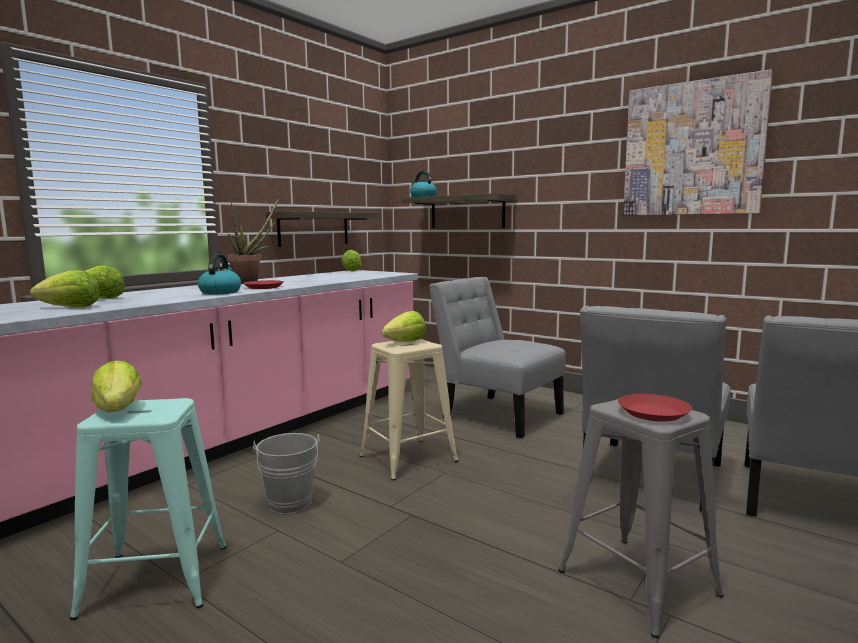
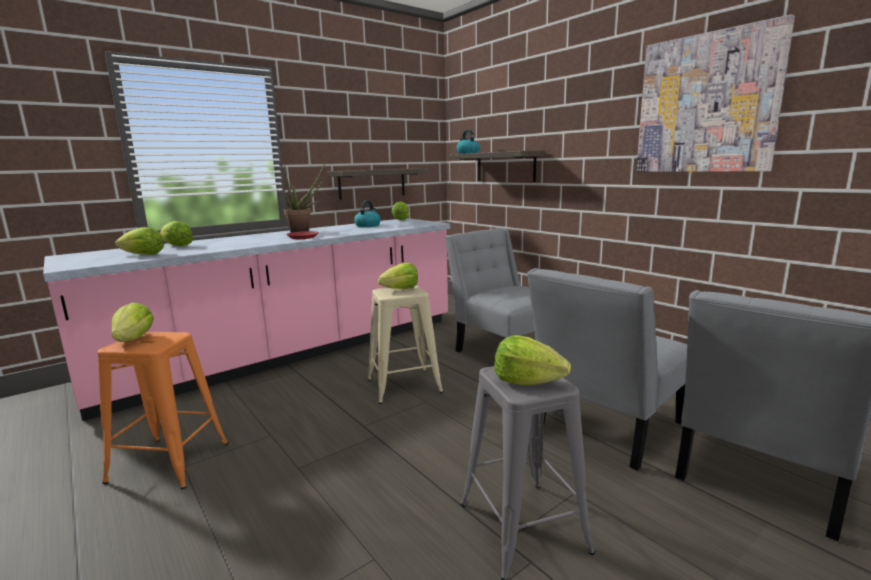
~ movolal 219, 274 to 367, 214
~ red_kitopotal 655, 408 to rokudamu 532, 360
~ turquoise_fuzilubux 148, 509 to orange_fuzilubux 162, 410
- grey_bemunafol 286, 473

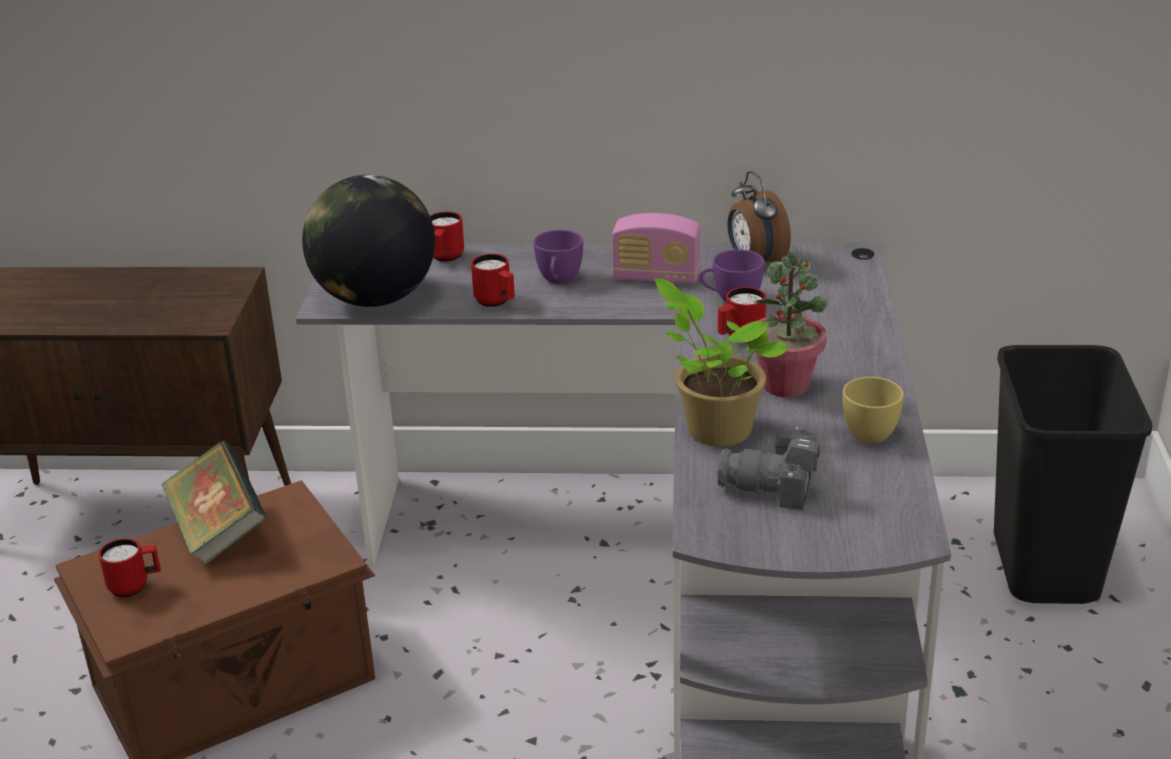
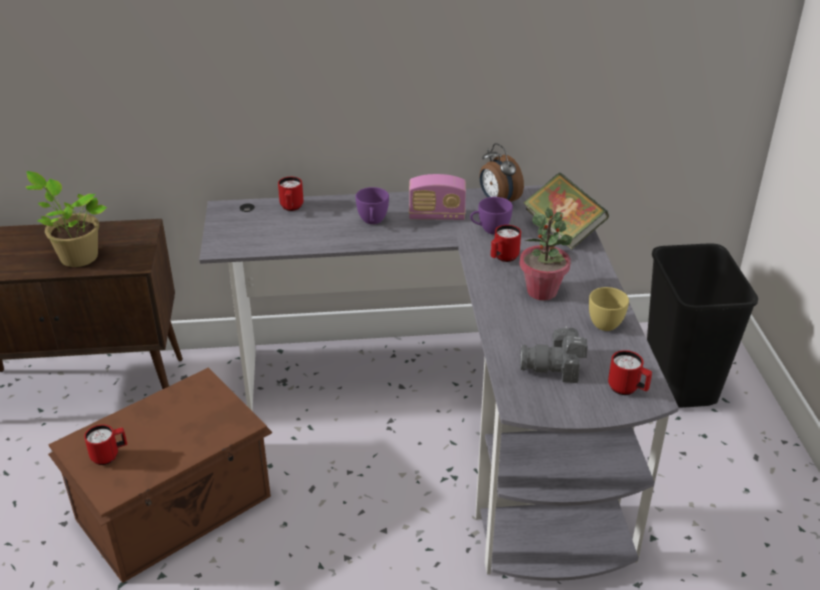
- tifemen 368, 241
~ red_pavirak 493, 280 to 630, 372
~ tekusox 722, 362 to 66, 219
~ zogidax 214, 503 to 566, 211

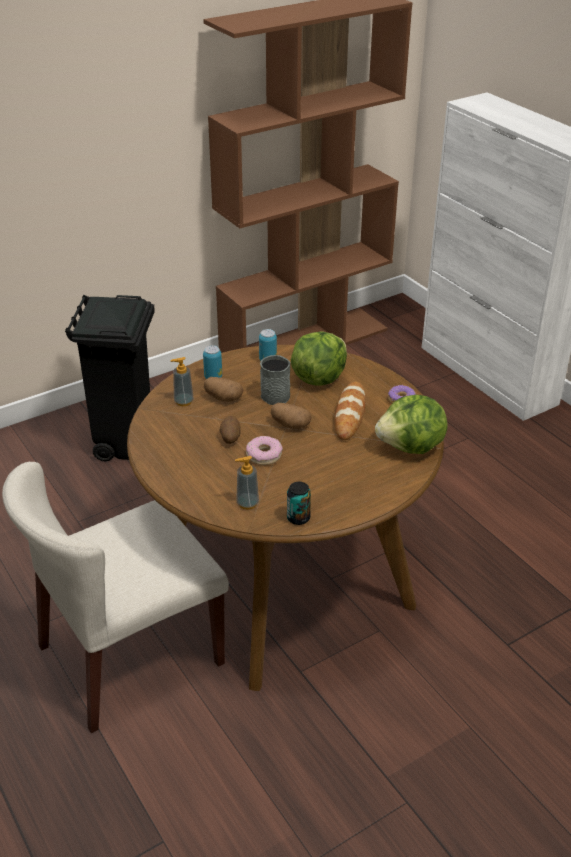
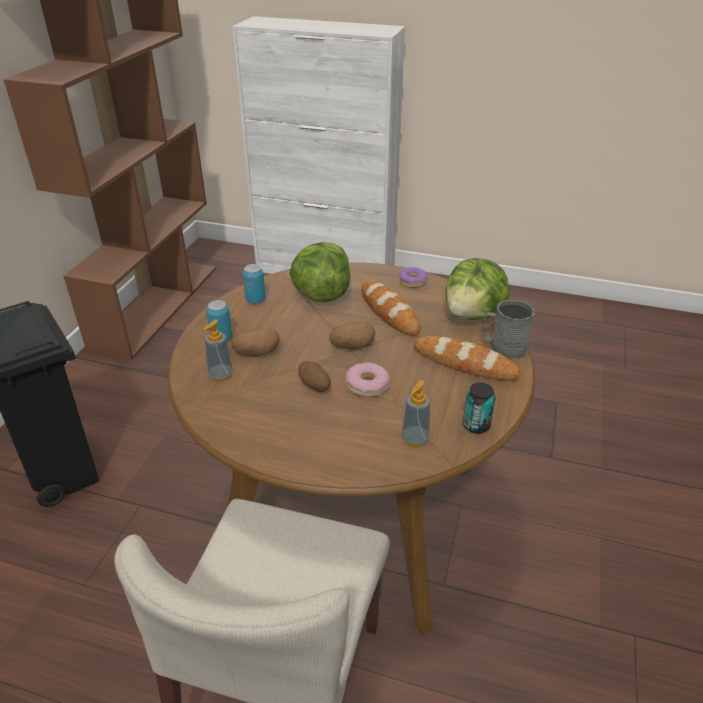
~ grey_pavirak 275, 380 to 508, 329
+ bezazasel 467, 358

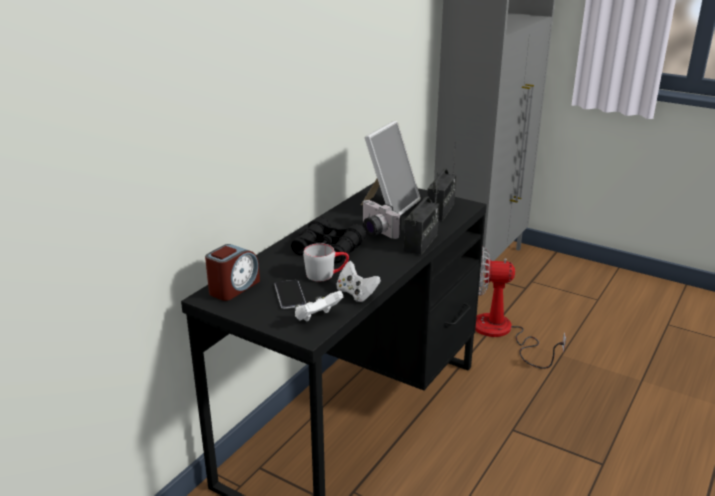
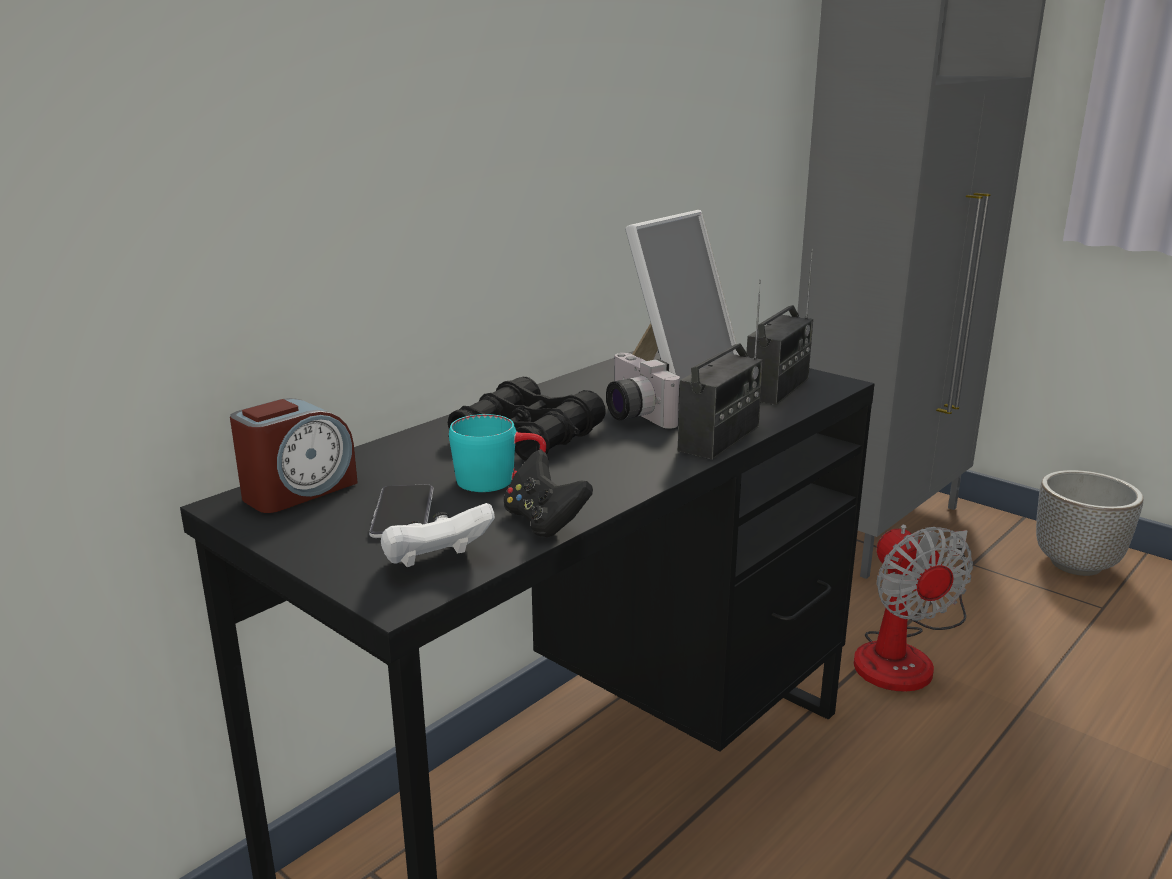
~ grey_pavirak 326, 262 to turquoise_pavirak 497, 453
~ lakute 520, 308 = 913, 608 120 degrees counterclockwise
~ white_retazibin 358, 281 to black_retazibin 548, 493
+ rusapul 1089, 523

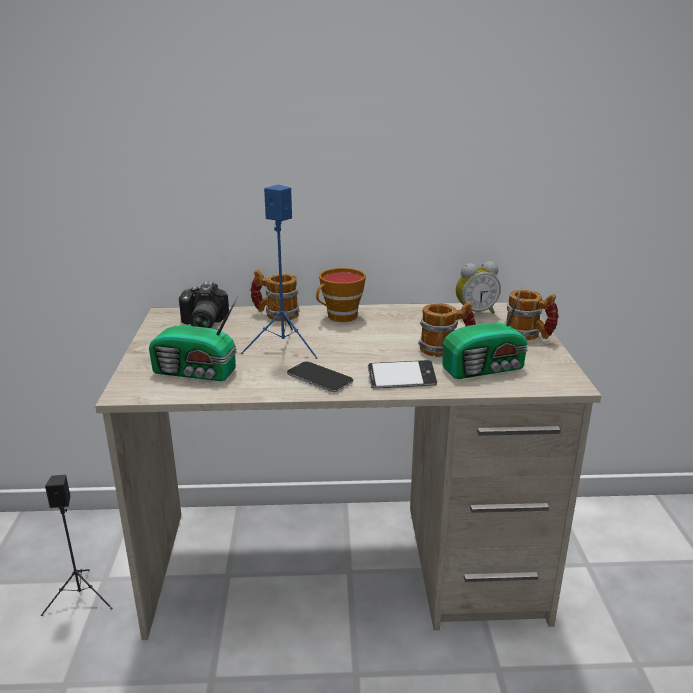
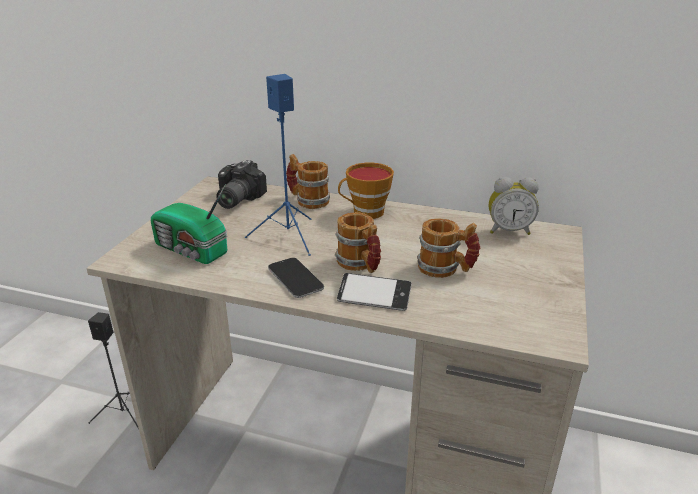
- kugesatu 485, 332
~ pavirak 531, 315 to 358, 242

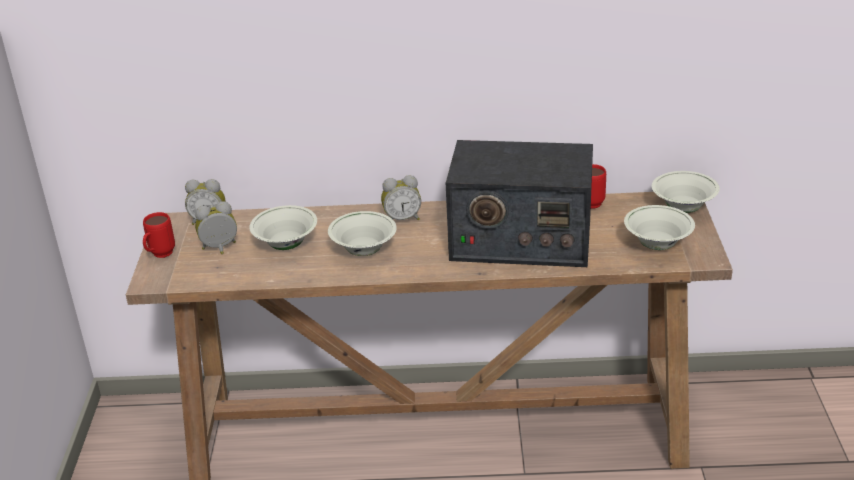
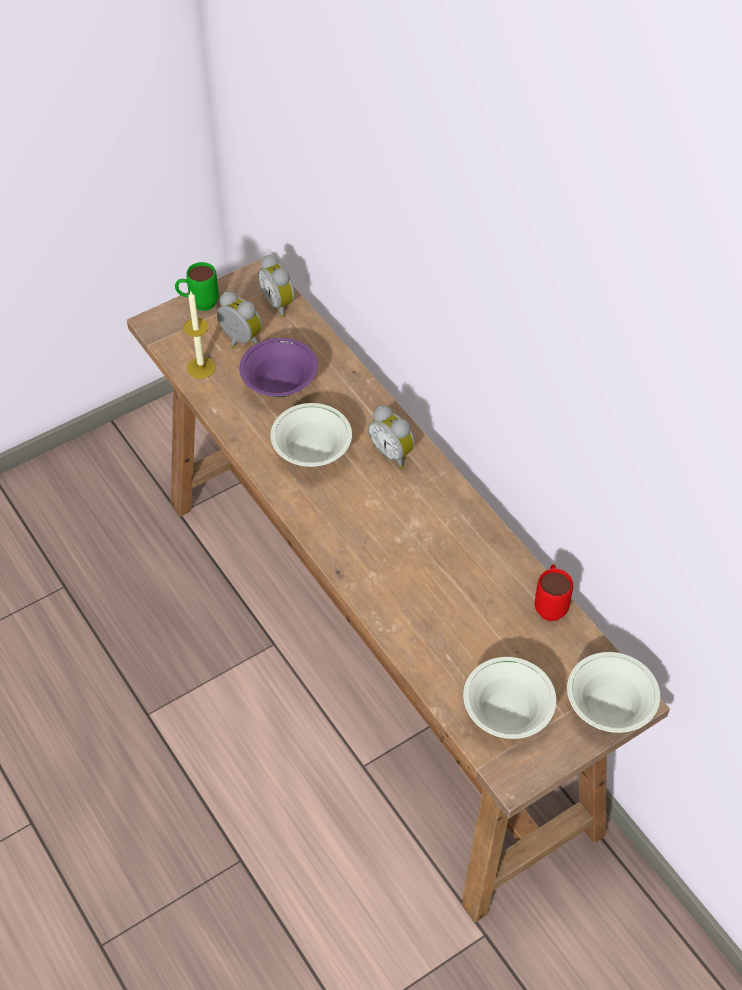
- kugesatu 519, 203
~ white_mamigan 283, 227 to purple_mamigan 278, 367
~ red_pavirak 159, 235 to green_pavirak 197, 286
+ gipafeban 199, 335

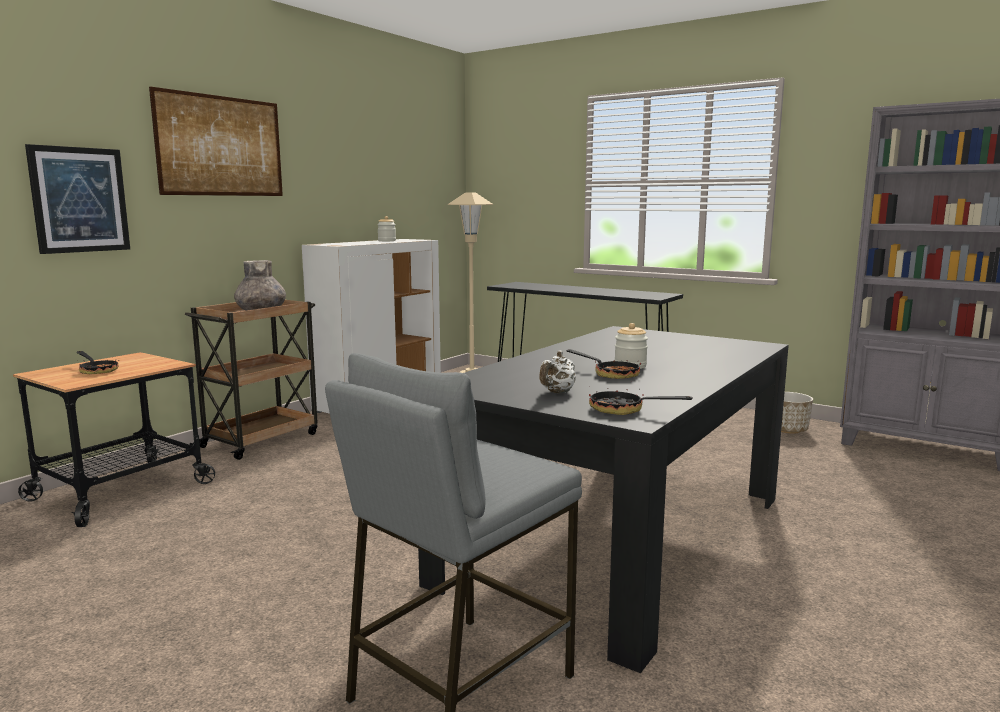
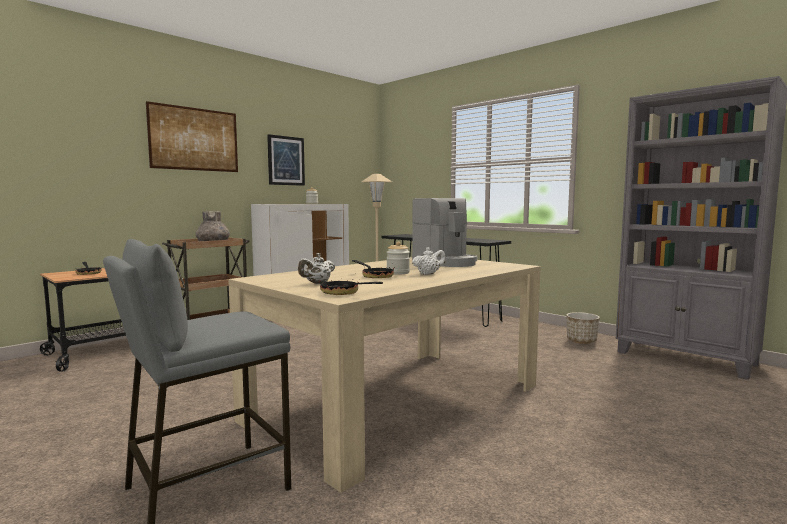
~ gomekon 77, 199 to 286, 160
~ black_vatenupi 603, 499 to beige_vatenupi 384, 375
+ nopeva 444, 232
+ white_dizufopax 429, 261

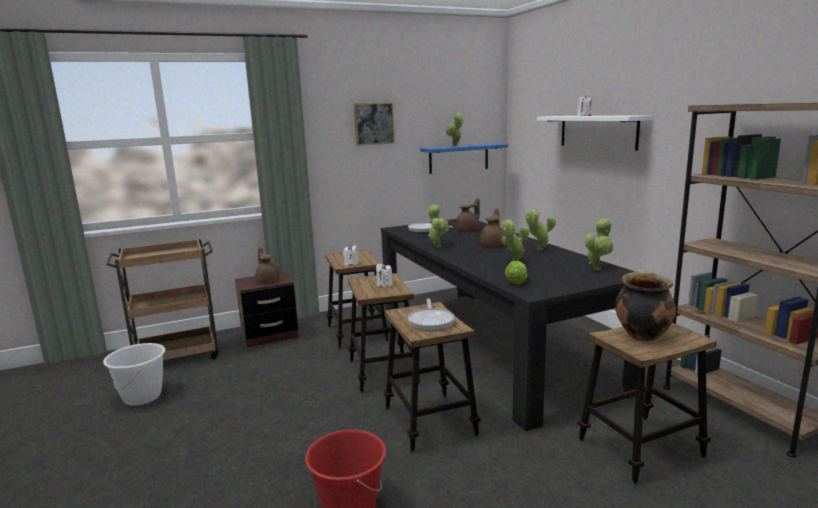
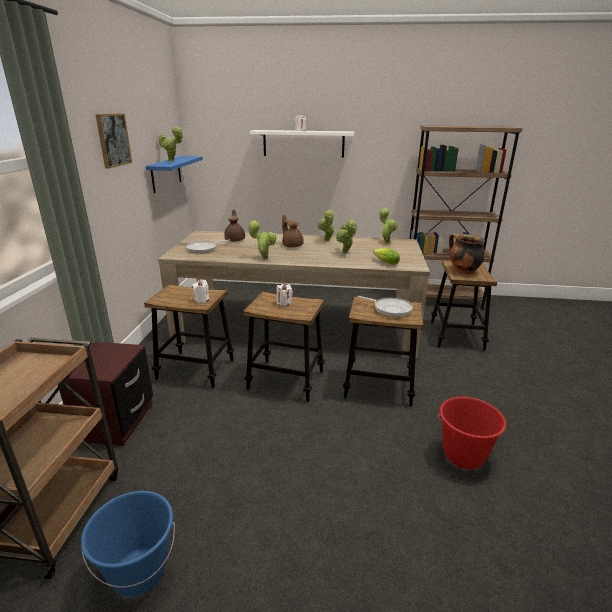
~ black_vatenupi 509, 325 to beige_vatenupi 294, 295
- brown_dizufopax 267, 265
~ white_bemunafol 134, 374 to blue_bemunafol 128, 544

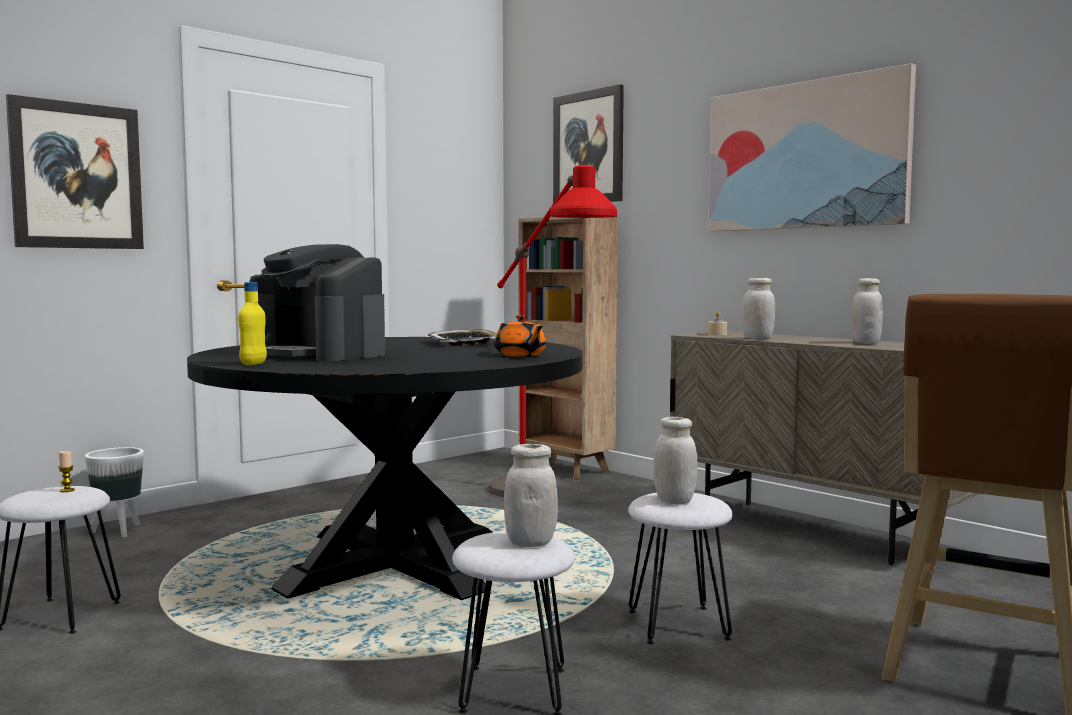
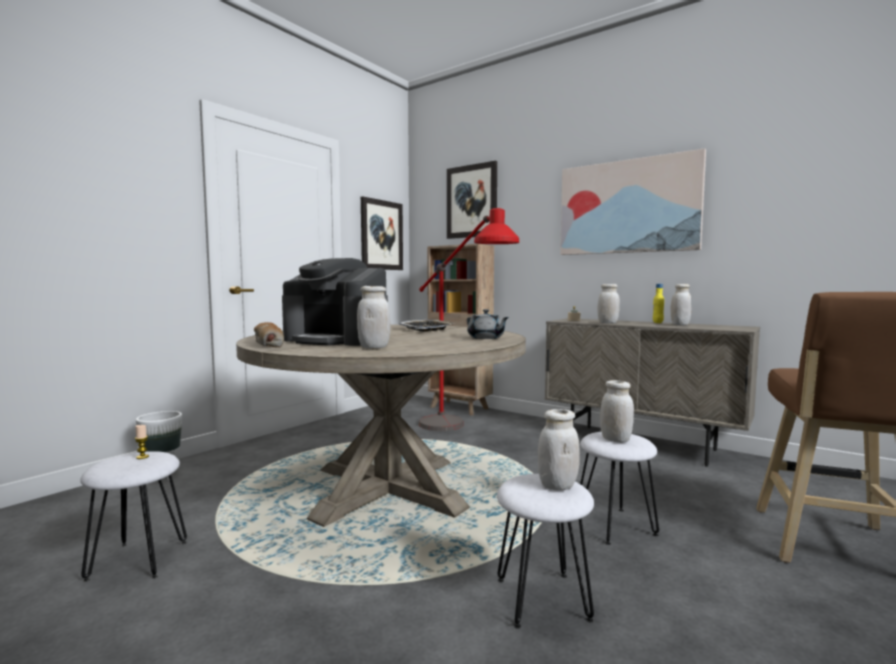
~ gomekon 75, 171 to 382, 233
~ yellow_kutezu 252, 323 to 658, 303
~ orange_dizufopax 520, 336 to grey_dizufopax 488, 324
~ black_vatenupi 384, 468 to beige_vatenupi 381, 426
+ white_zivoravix 373, 317
+ bezazasel 269, 335

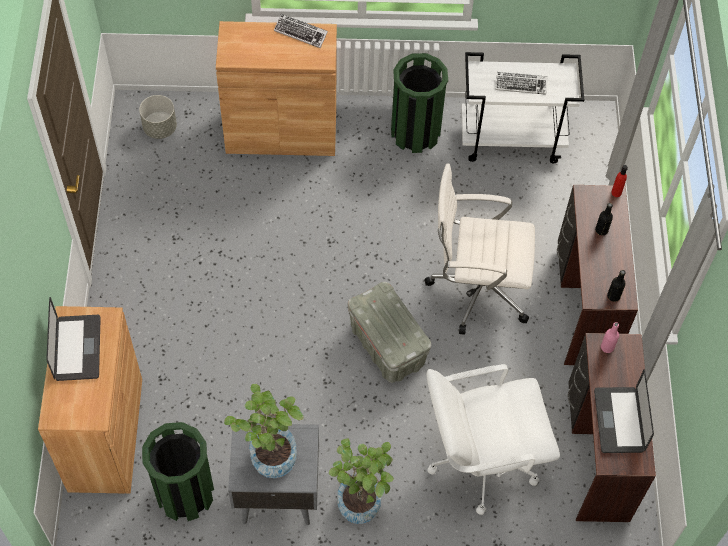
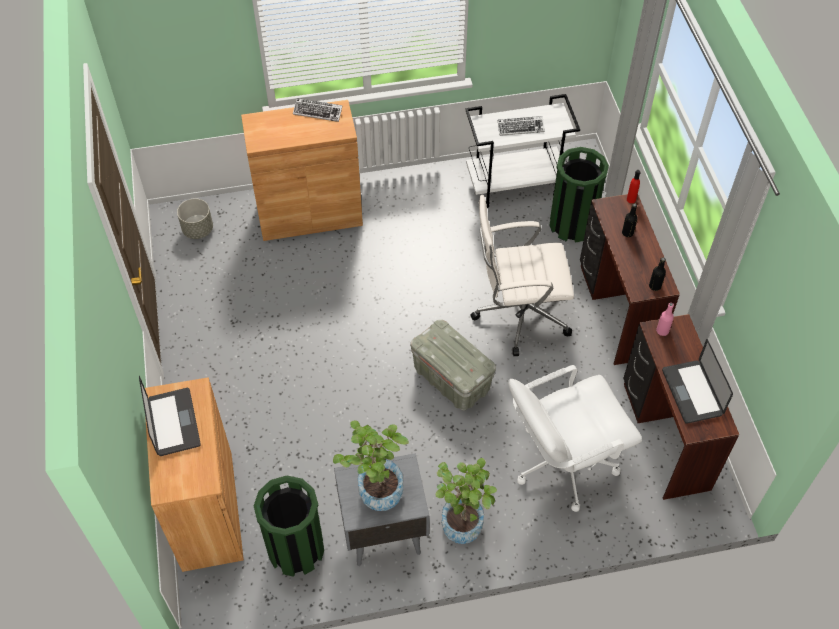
~ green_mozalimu 419, 103 to 579, 195

